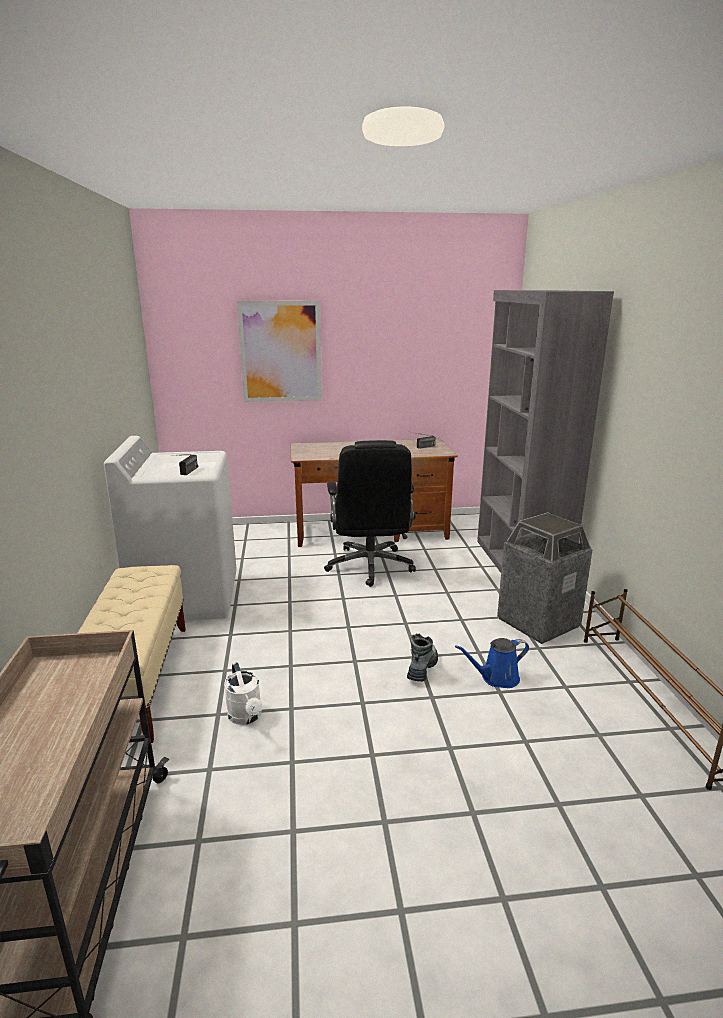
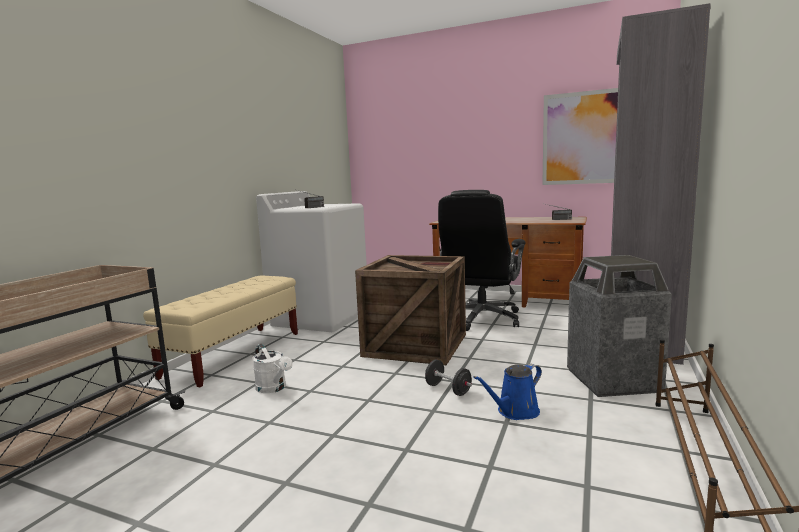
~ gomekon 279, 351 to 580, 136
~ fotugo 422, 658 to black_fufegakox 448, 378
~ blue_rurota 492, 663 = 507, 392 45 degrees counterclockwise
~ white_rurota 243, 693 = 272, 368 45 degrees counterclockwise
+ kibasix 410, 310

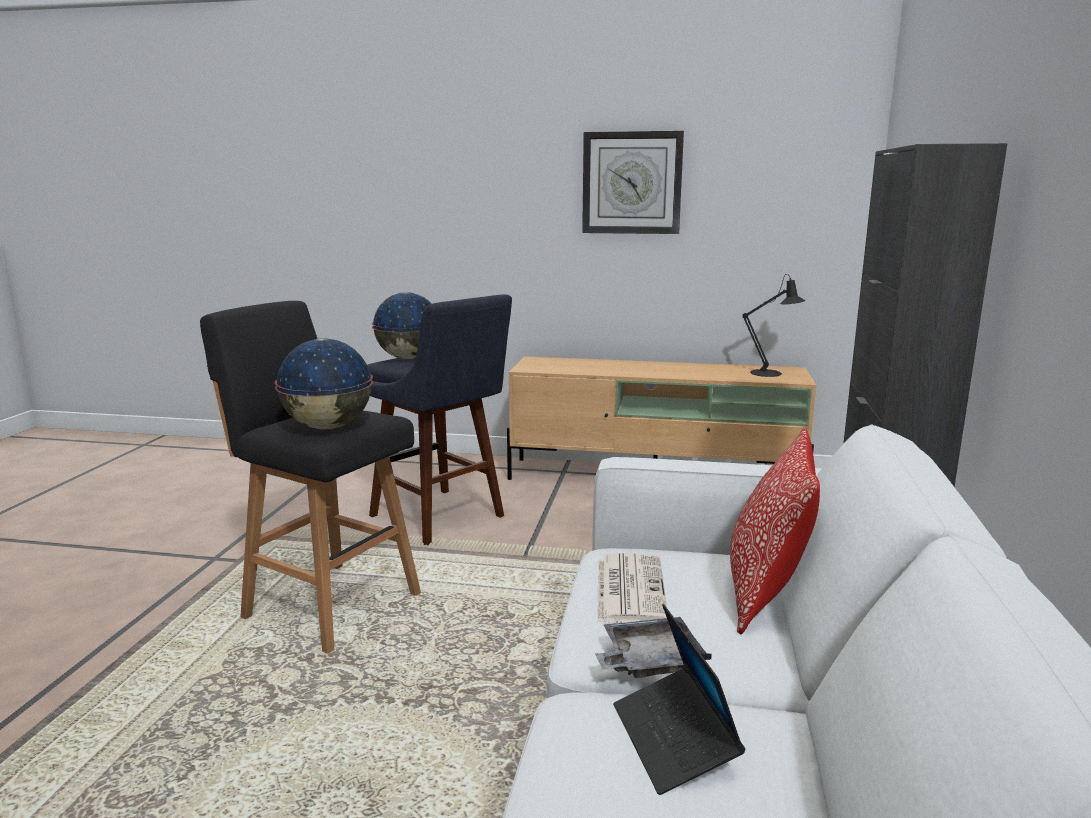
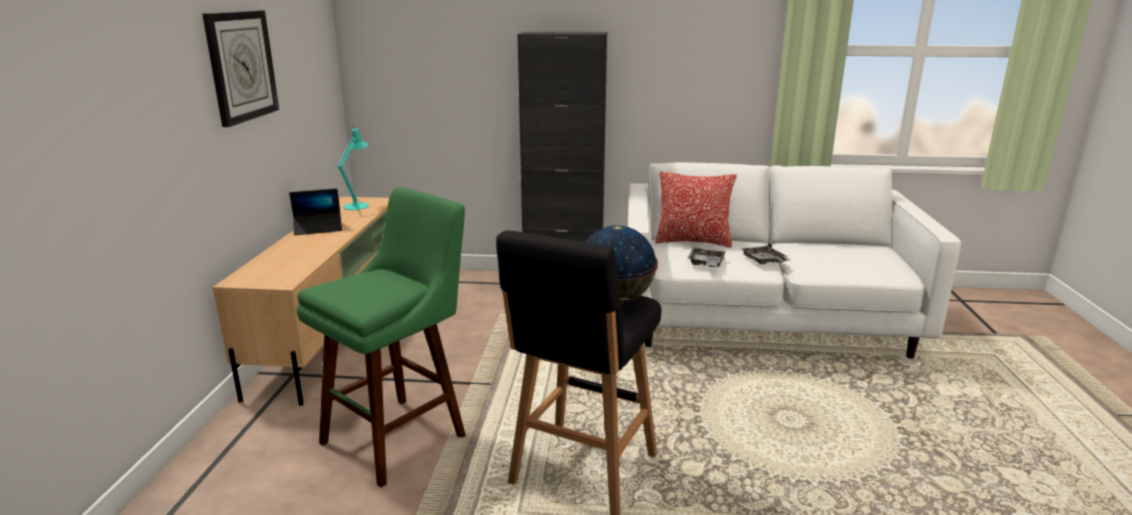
~ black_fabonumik 773, 325 to turquoise_fabonumik 353, 167
- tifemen 401, 325
~ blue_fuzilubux 439, 420 to green_fuzilubux 381, 337
~ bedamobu 632, 588 to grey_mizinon 706, 257
~ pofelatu 679, 699 to 315, 211

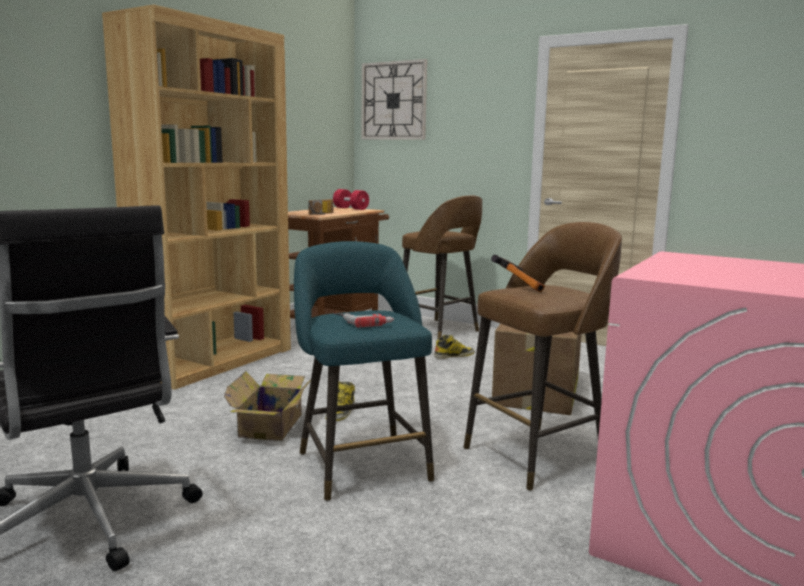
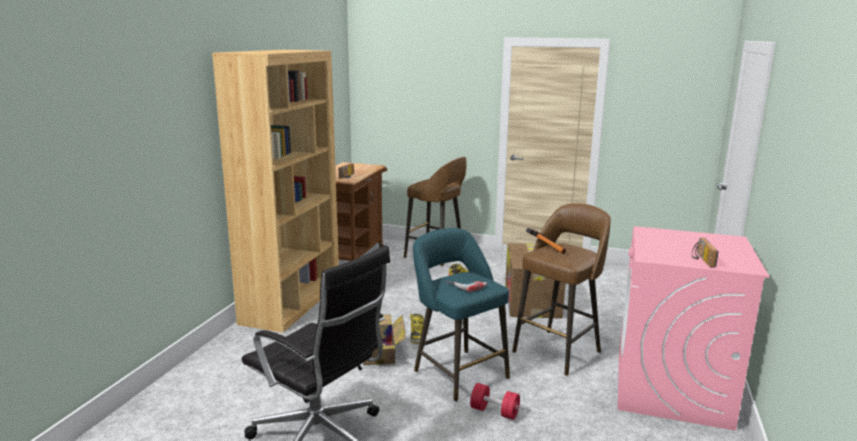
- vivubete 394, 99
~ red_fufegakox 351, 199 to 495, 401
+ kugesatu 705, 253

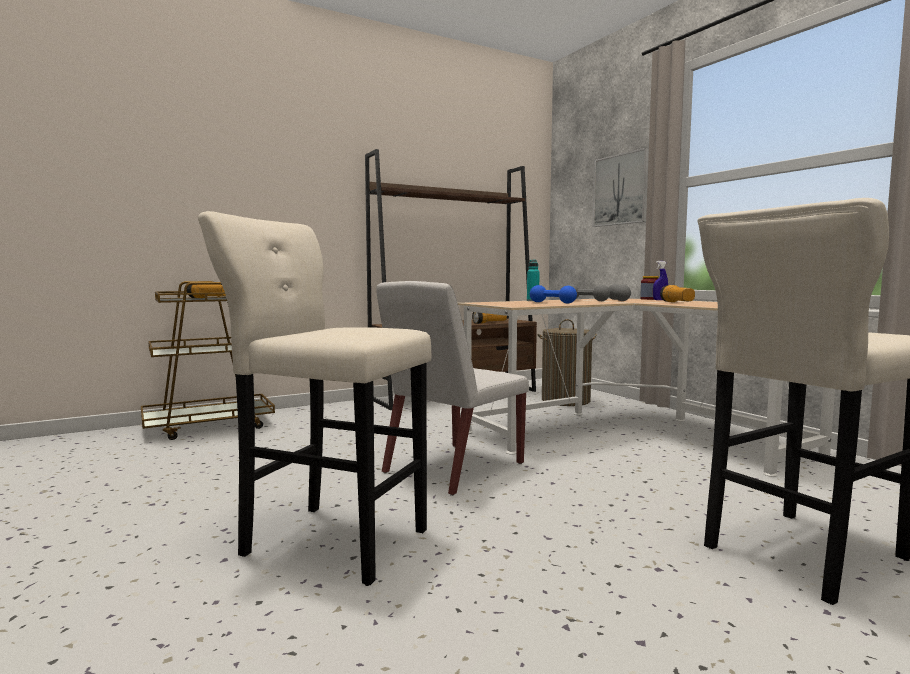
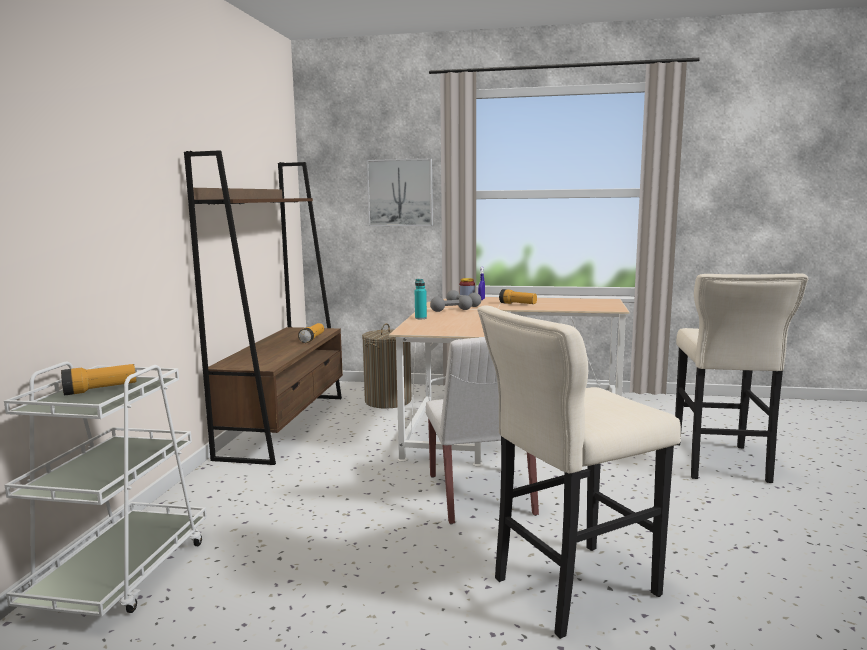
~ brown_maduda 208, 360 to white_maduda 105, 489
- blue_fufegakox 553, 294

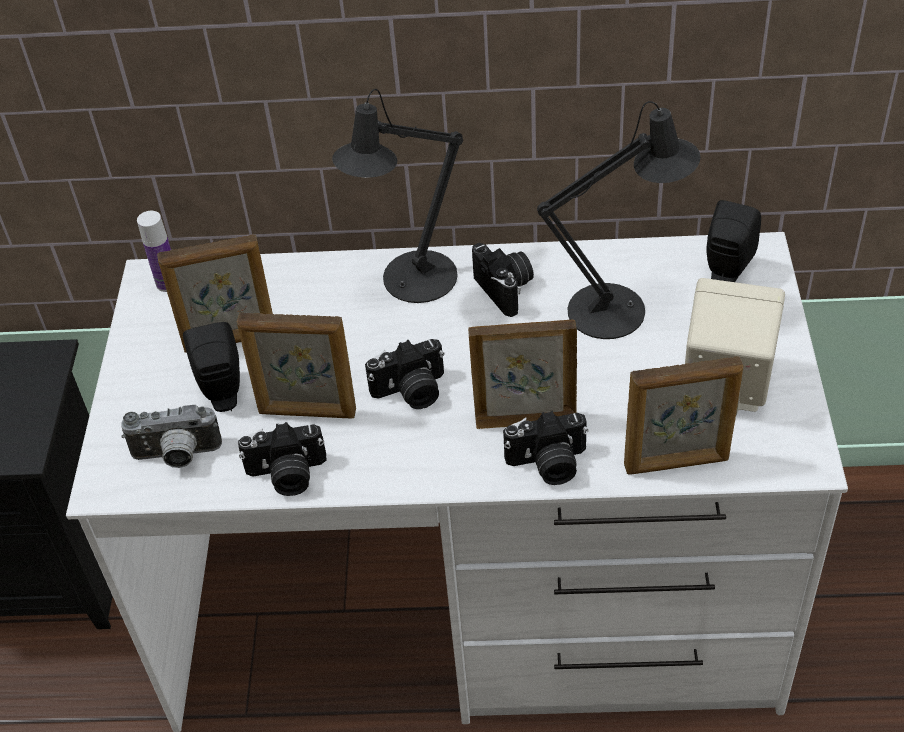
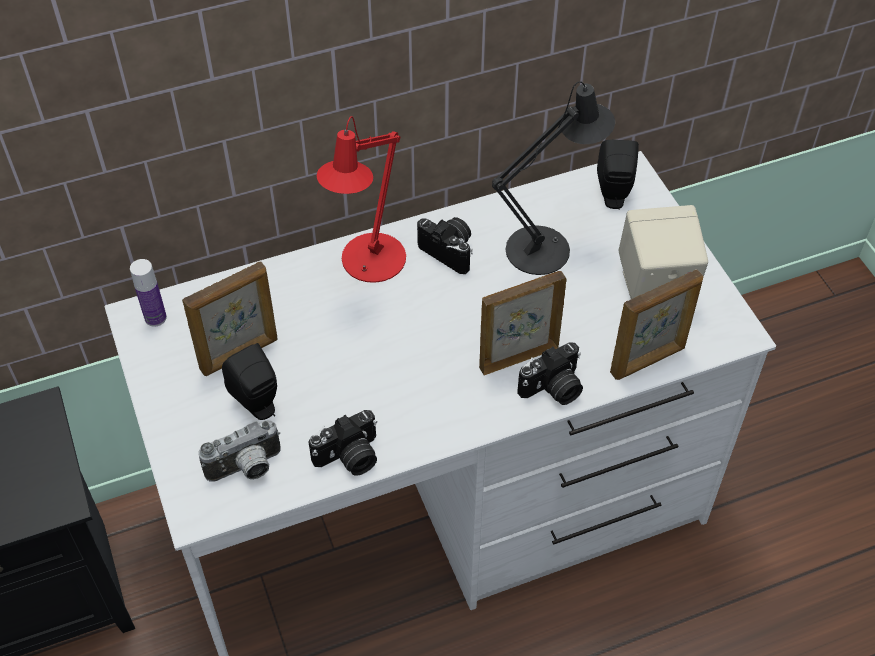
~ black_fabonumik 397, 196 to red_fabonumik 361, 199
- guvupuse 296, 365
- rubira 404, 374

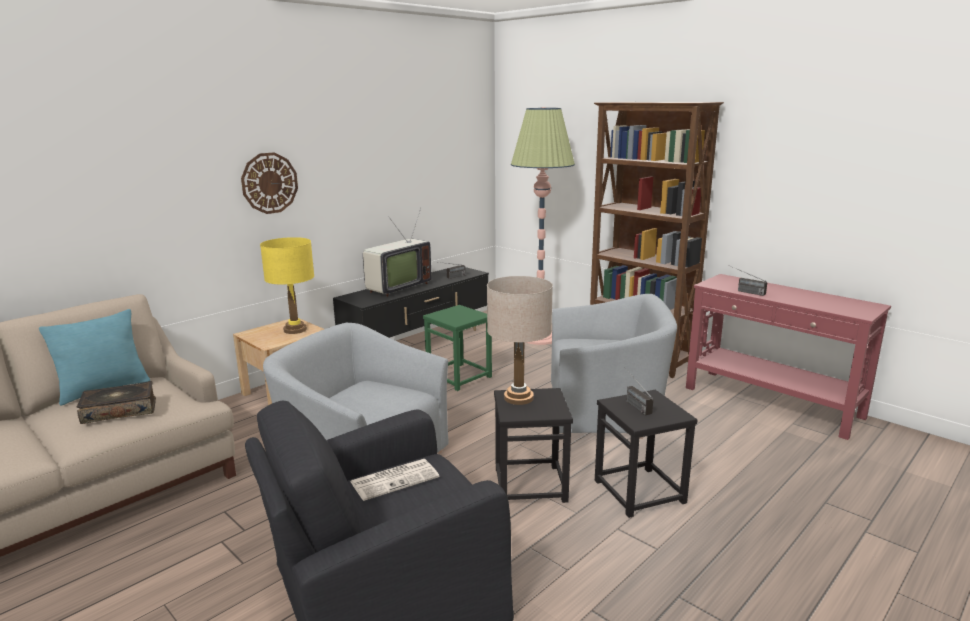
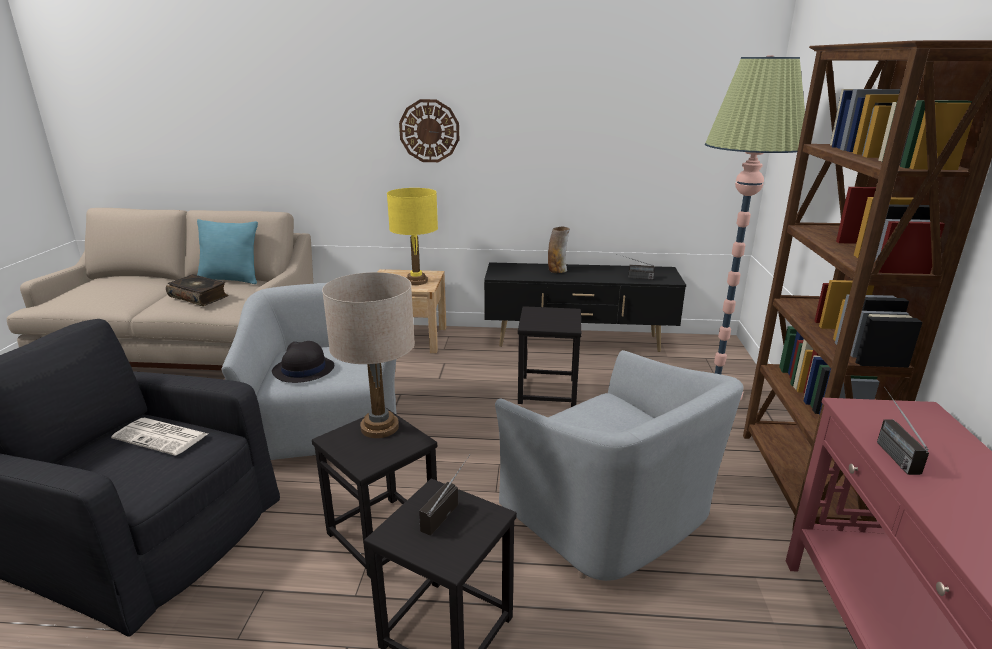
~ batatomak 397, 252 to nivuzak 559, 250
~ green_fuzilubux 457, 348 to black_fuzilubux 550, 356
+ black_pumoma 303, 362

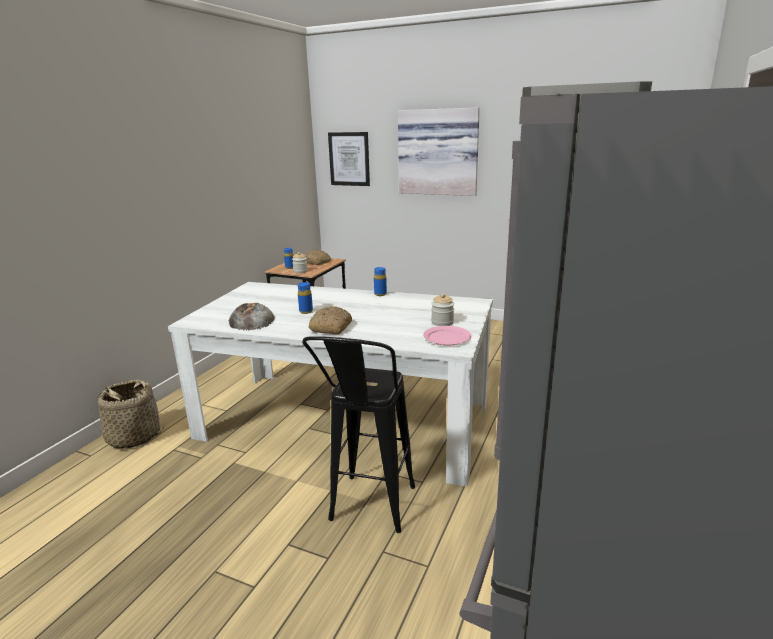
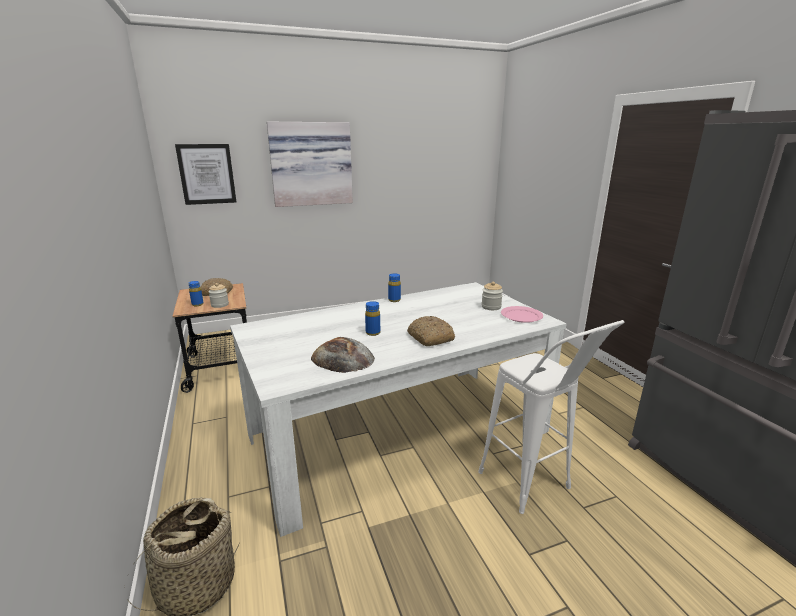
~ black_fuzilubux 358, 434 to white_fuzilubux 551, 417

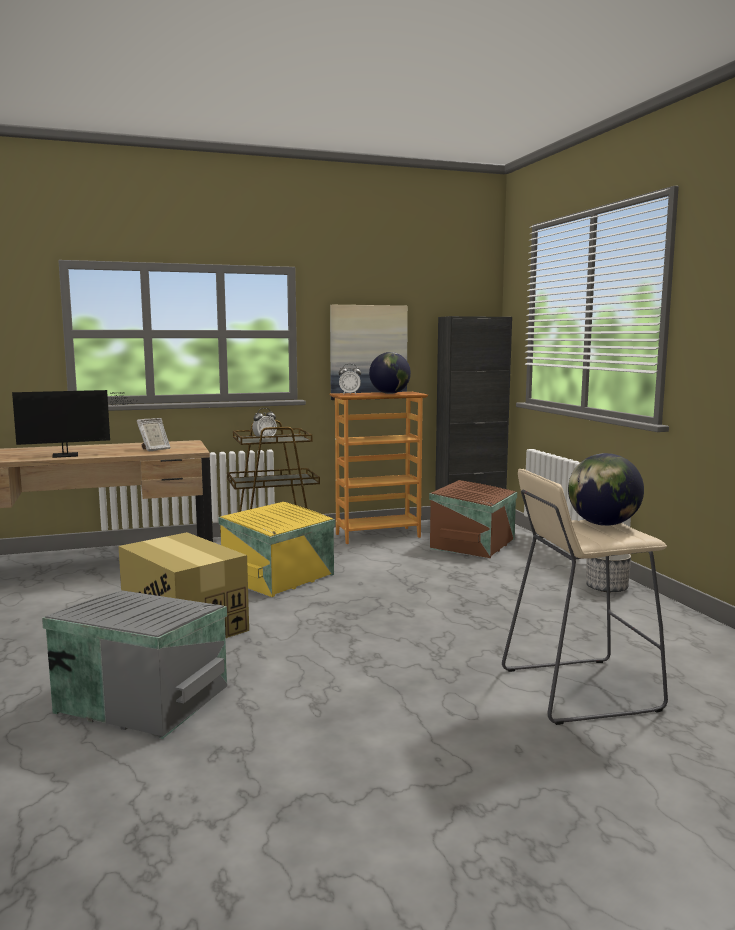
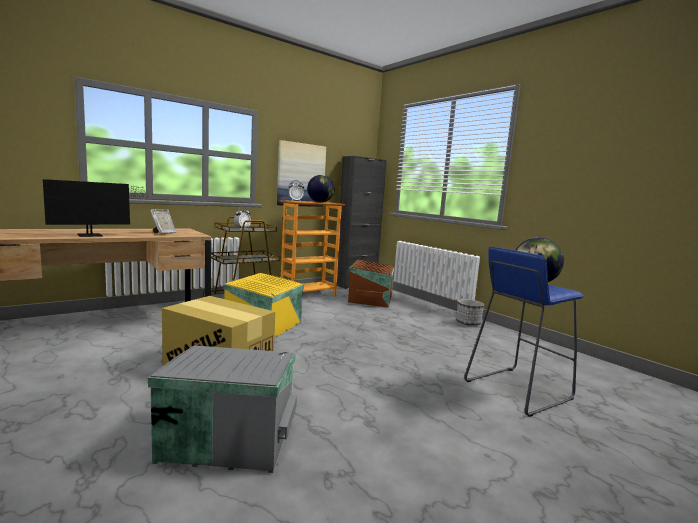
~ beige_fuzilubux 585, 597 to blue_fuzilubux 524, 332

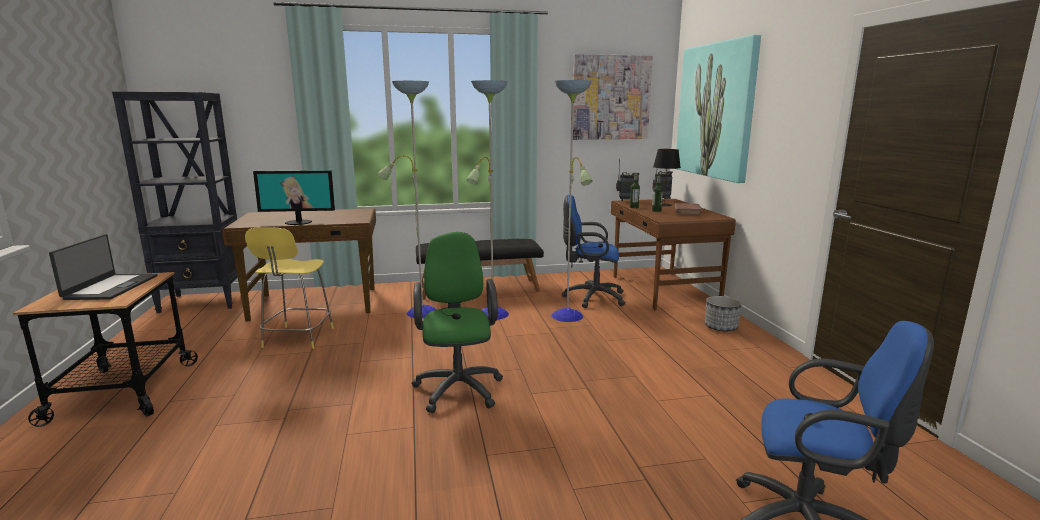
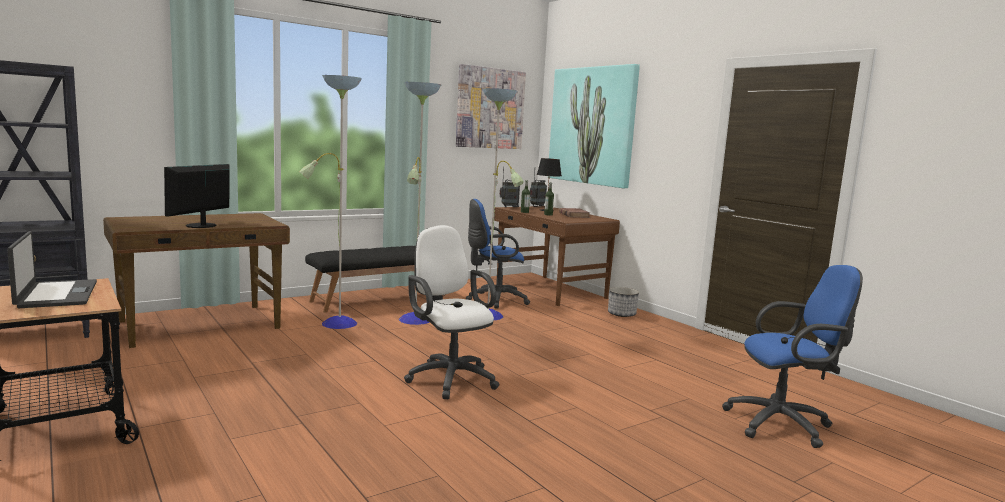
~ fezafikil 294, 197 = 197, 196 135 degrees clockwise
- yellow_fuzilubux 289, 288
~ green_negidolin 457, 322 to white_negidolin 452, 312

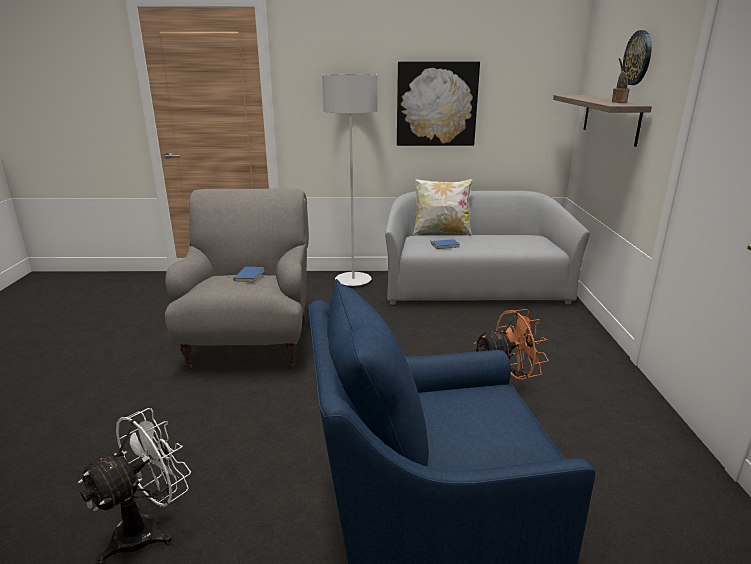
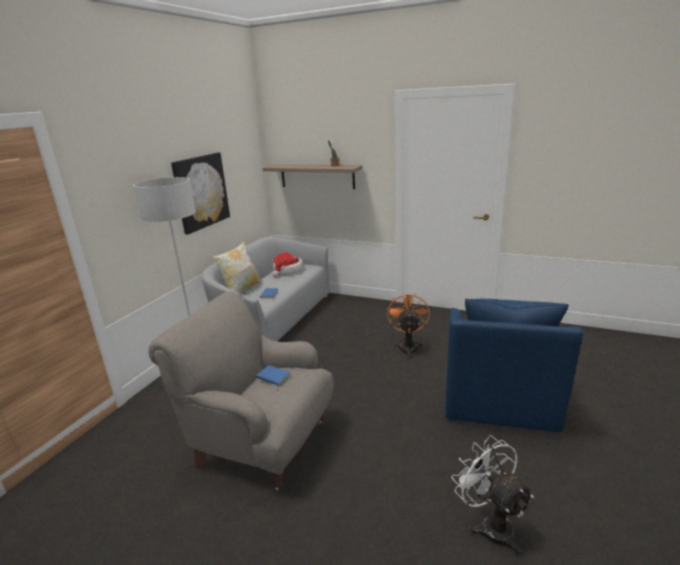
- vivubete 637, 57
+ pumoma 287, 265

